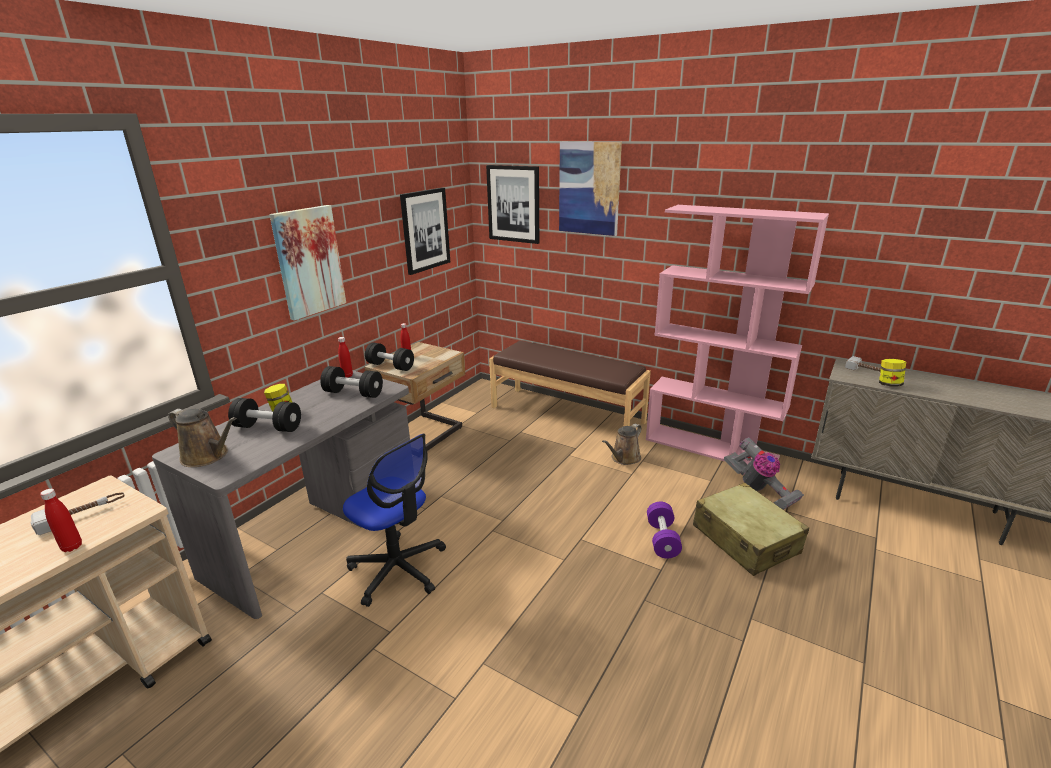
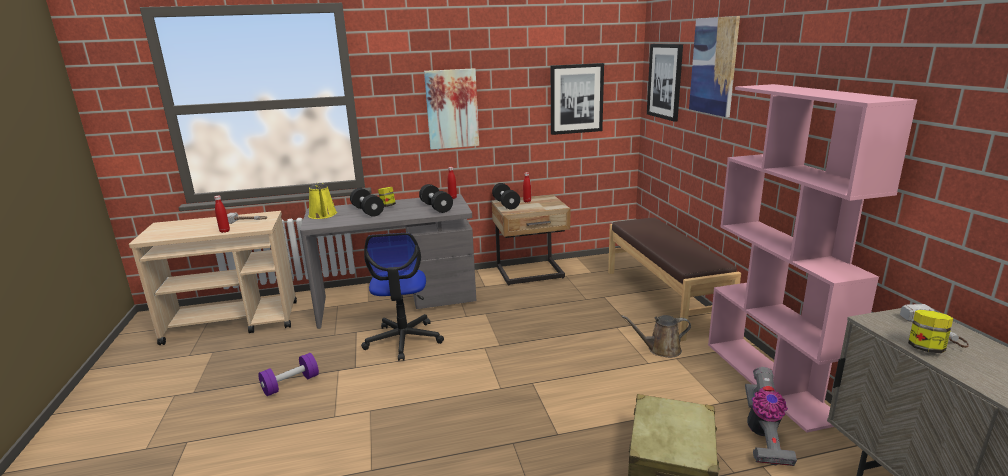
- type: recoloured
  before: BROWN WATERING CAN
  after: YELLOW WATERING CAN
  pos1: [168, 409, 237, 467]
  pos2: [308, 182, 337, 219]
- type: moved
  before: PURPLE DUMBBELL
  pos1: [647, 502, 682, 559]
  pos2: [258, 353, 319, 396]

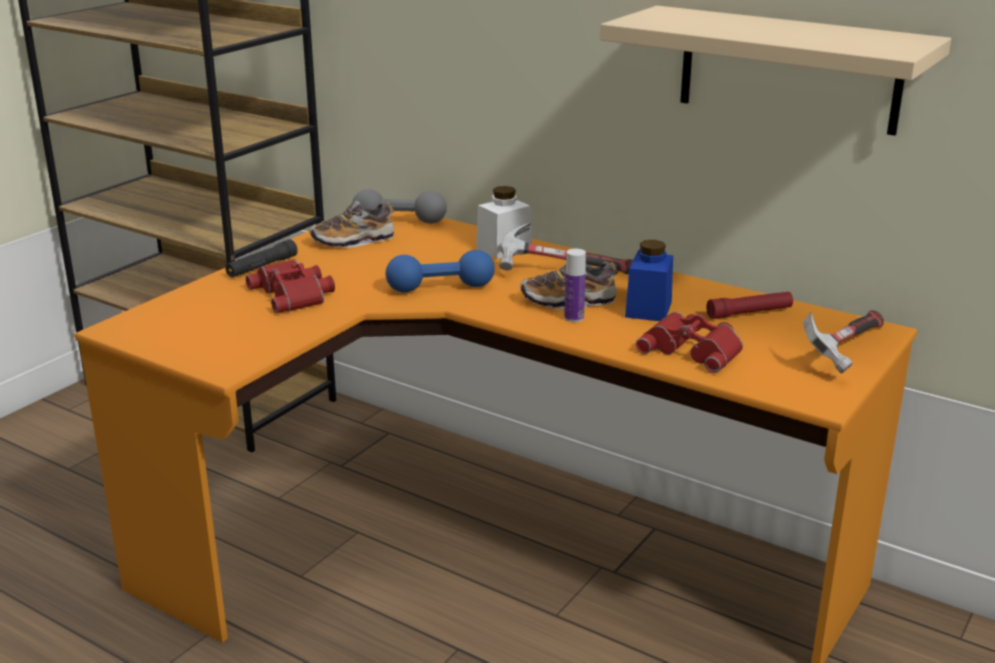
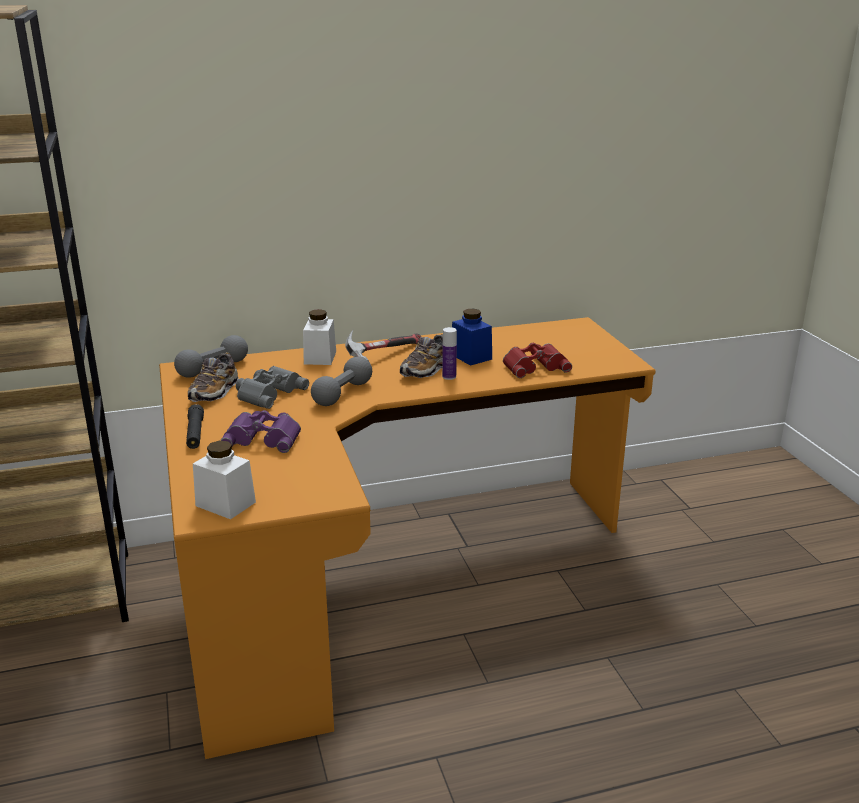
- type: removed
  before: BEIGE SHELF
  pos1: [600, 6, 951, 135]
- type: recoloured
  before: BLUE DUMBBELL
  after: GREY DUMBBELL
  pos1: [386, 250, 495, 292]
  pos2: [311, 356, 372, 406]
- type: recoloured
  before: RED BINOCULARS
  after: PURPLE BINOCULARS
  pos1: [246, 259, 335, 313]
  pos2: [220, 410, 301, 453]
- type: removed
  before: RED FLASHLIGHT
  pos1: [707, 292, 793, 319]
- type: removed
  before: HAMMER
  pos1: [803, 310, 884, 373]
- type: added
  after: GREY BINOCULARS
  pos2: [236, 366, 309, 409]
- type: added
  after: WHITE JAR
  pos2: [193, 441, 256, 519]

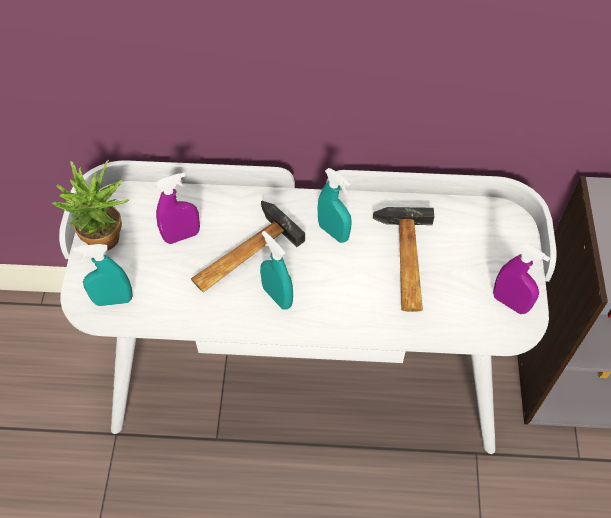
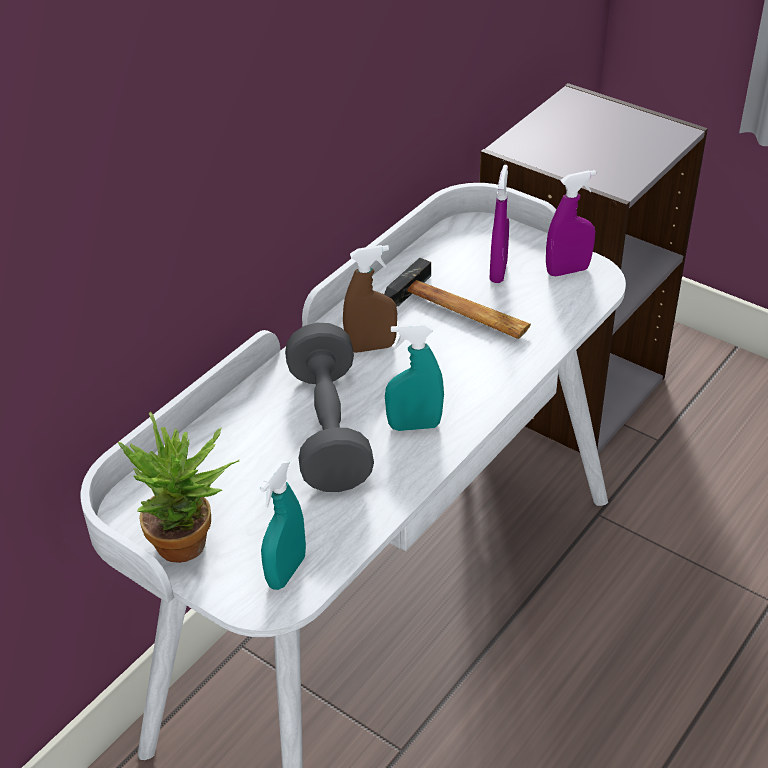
- type: recoloured
  before: TURQUOISE SPRAY BOTTLE
  after: BROWN SPRAY BOTTLE
  pos1: [318, 168, 352, 243]
  pos2: [343, 245, 397, 353]
- type: moved
  before: PURPLE SPRAY BOTTLE
  pos1: [155, 172, 200, 244]
  pos2: [490, 165, 509, 283]
- type: replaced
  before: HAMMER
  after: GREY DUMBBELL
  pos1: [191, 201, 305, 292]
  pos2: [285, 323, 374, 492]

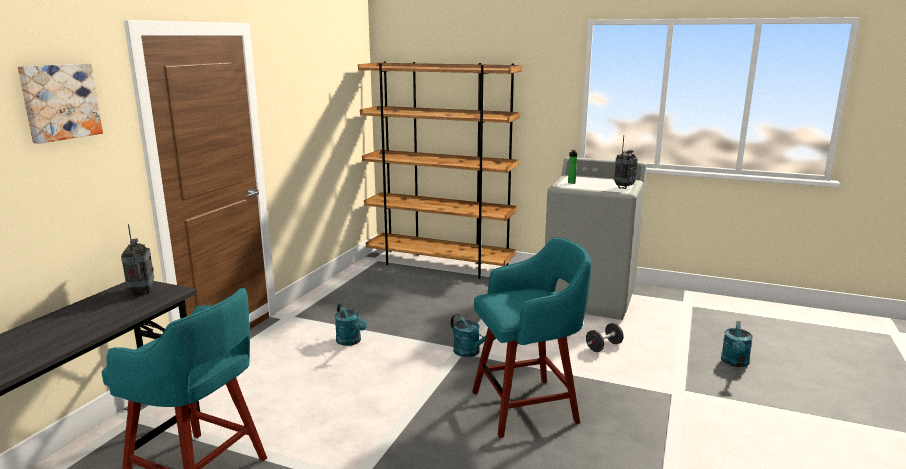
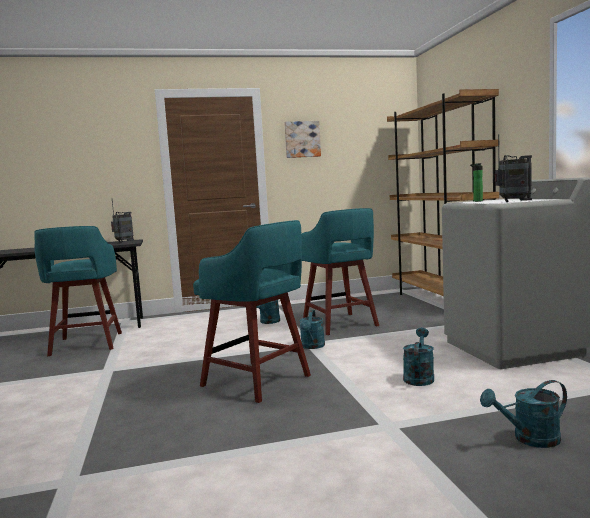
- type: moved
  before: PICTURE
  pos1: [18, 63, 103, 144]
  pos2: [284, 121, 321, 158]
- type: replaced
  before: BLACK DUMBBELL
  after: TURQUOISE WATERING CAN
  pos1: [586, 323, 624, 352]
  pos2: [403, 328, 434, 386]
- type: added
  after: TURQUOISE STOOL
  pos2: [301, 208, 379, 335]

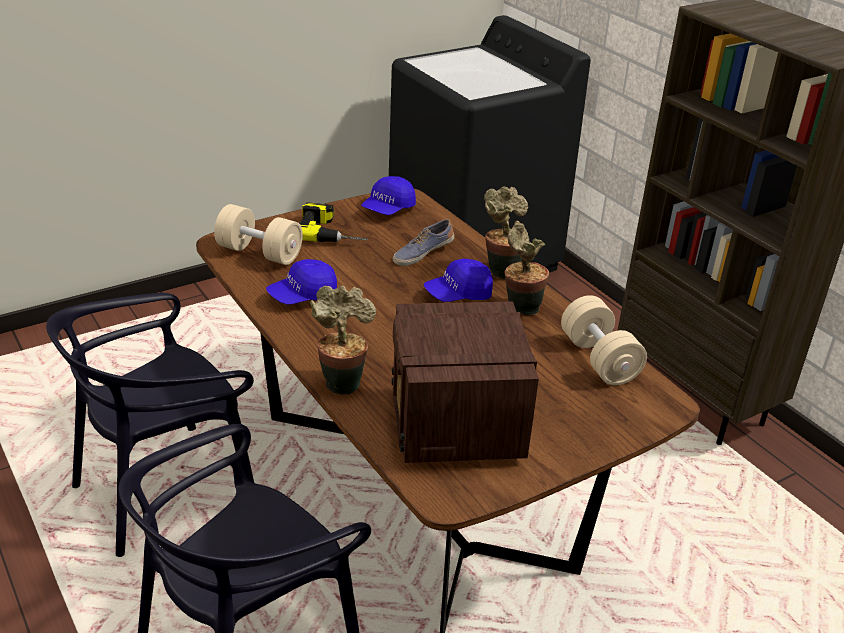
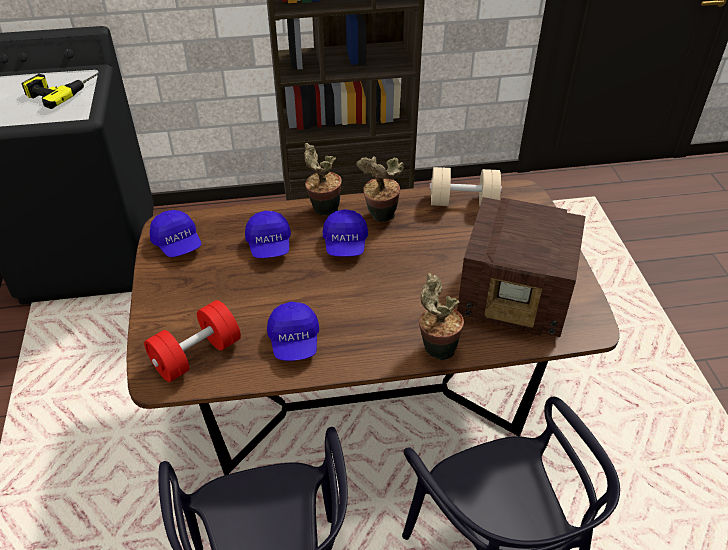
- type: moved
  before: POWER DRILL
  pos1: [299, 203, 368, 242]
  pos2: [21, 73, 99, 109]
- type: recoloured
  before: BEIGE DUMBBELL
  after: RED DUMBBELL
  pos1: [214, 204, 303, 265]
  pos2: [144, 300, 241, 382]
- type: replaced
  before: SHOE
  after: BLUE CAP
  pos1: [393, 219, 454, 266]
  pos2: [245, 211, 291, 258]

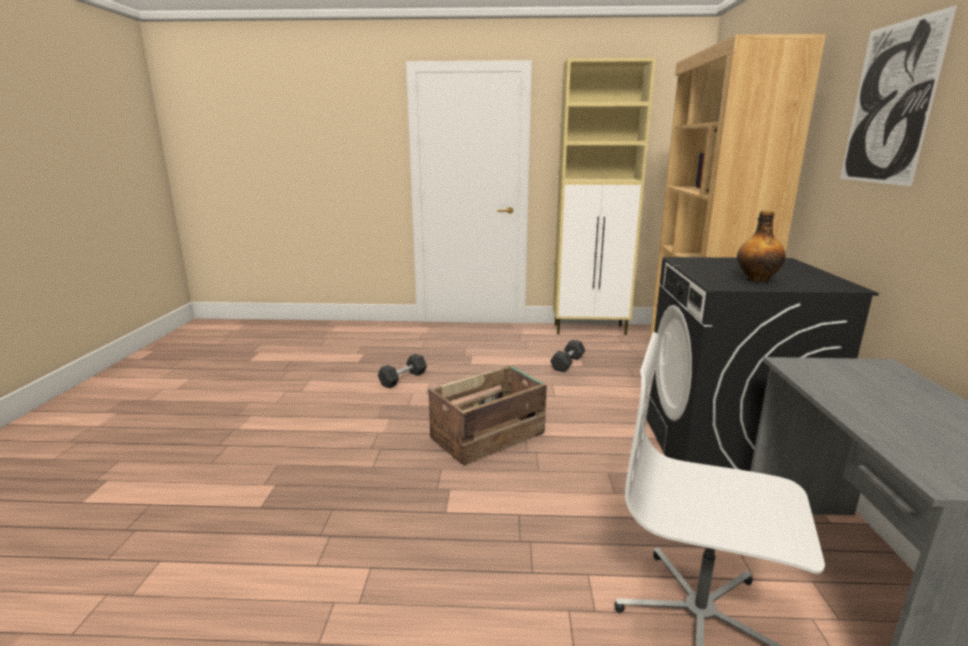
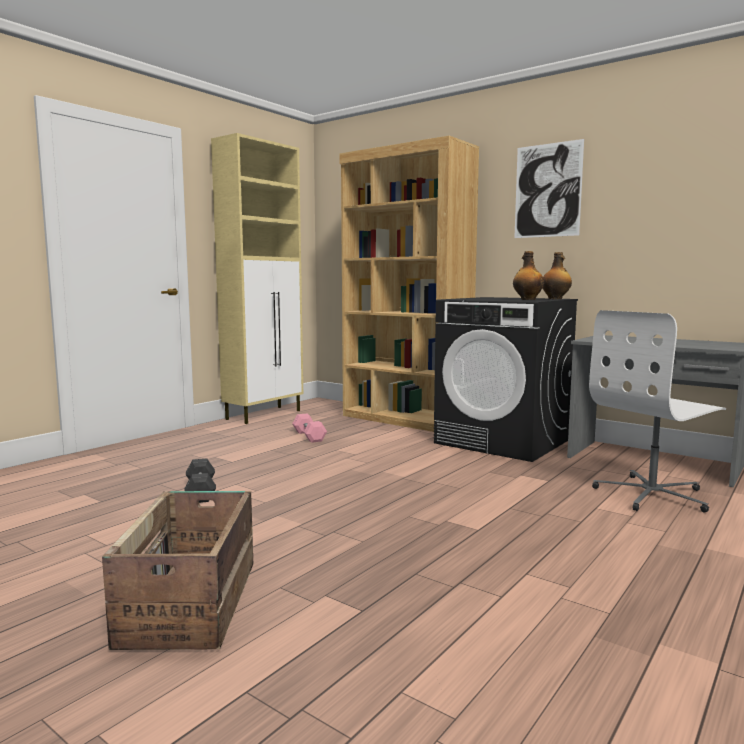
- type: recoloured
  before: GREY DUMBBELL
  after: PINK DUMBBELL
  pos1: [550, 340, 586, 372]
  pos2: [292, 413, 327, 443]
- type: moved
  before: CRATE
  pos1: [428, 365, 547, 466]
  pos2: [102, 491, 253, 650]
- type: added
  after: BOTTLE
  pos2: [543, 252, 572, 299]

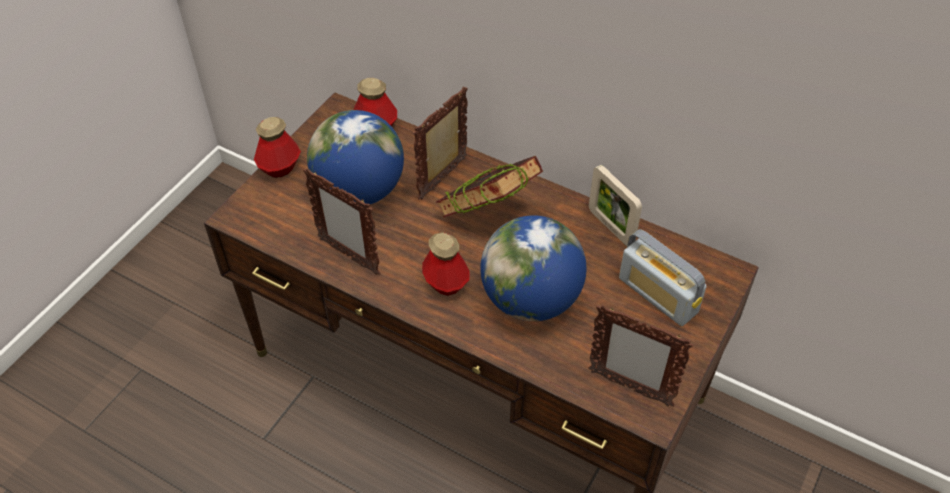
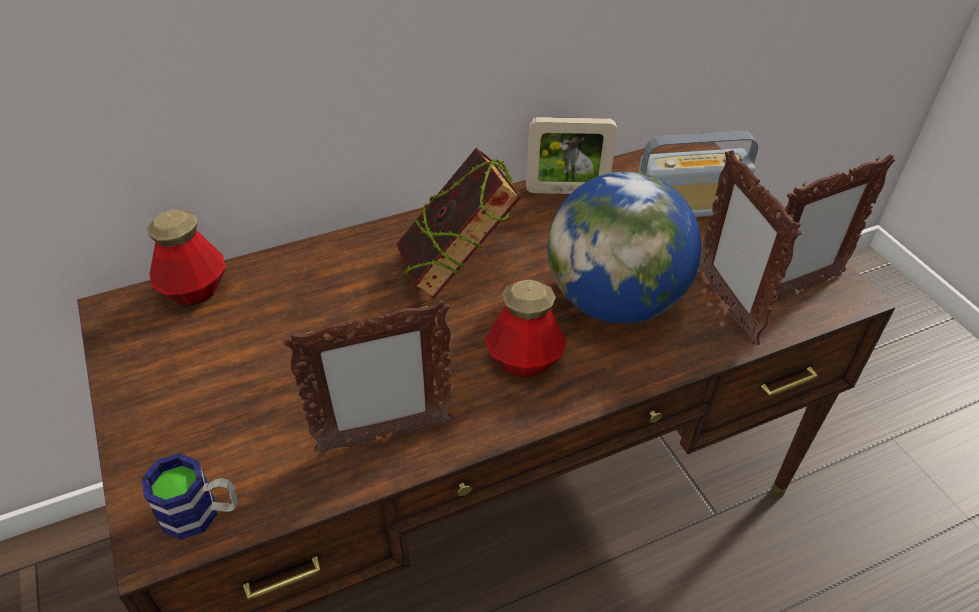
- type: moved
  before: PICTURE FRAME
  pos1: [413, 87, 468, 200]
  pos2: [699, 150, 802, 345]
- type: removed
  before: GLOBE
  pos1: [307, 110, 404, 205]
- type: removed
  before: BOTTLE
  pos1: [254, 117, 301, 178]
- type: added
  after: MUG
  pos2: [141, 453, 238, 540]

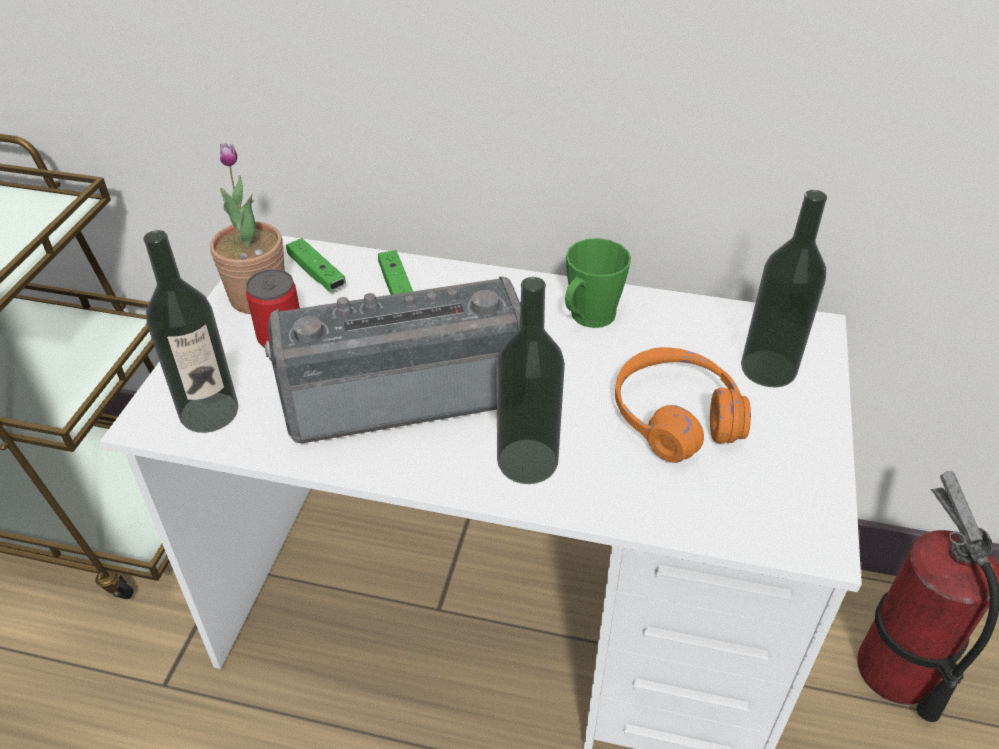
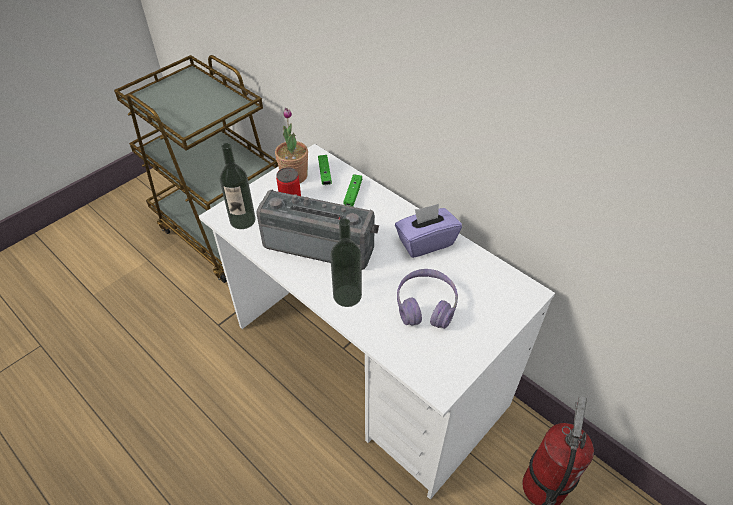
- type: removed
  before: BOTTLE
  pos1: [741, 190, 827, 387]
- type: replaced
  before: GREEN MUG
  after: PURPLE TISSUE BOX
  pos1: [565, 238, 631, 328]
  pos2: [395, 204, 462, 258]
- type: recoloured
  before: ORANGE HEADPHONES
  after: PURPLE HEADPHONES
  pos1: [615, 347, 751, 463]
  pos2: [397, 269, 458, 329]

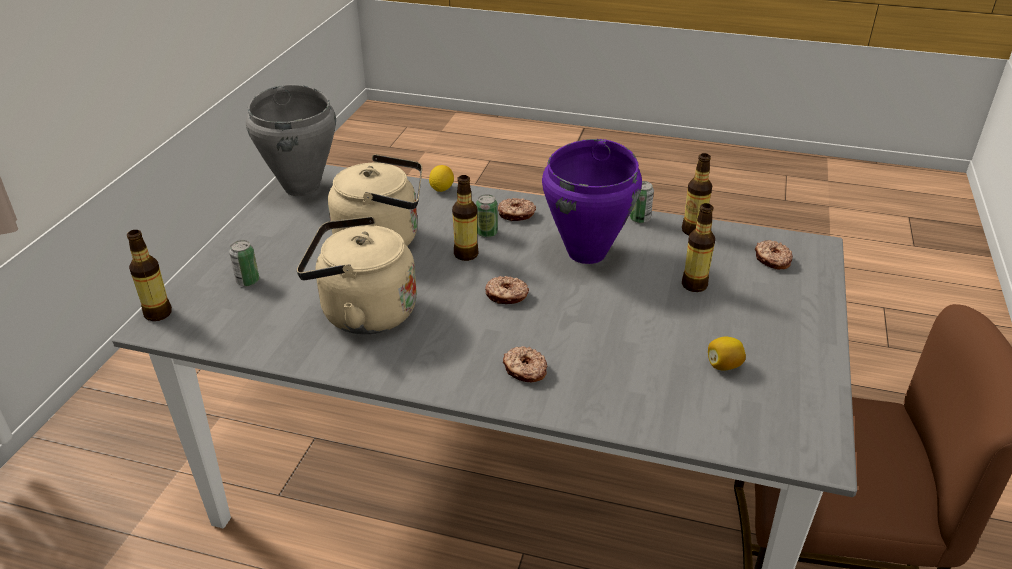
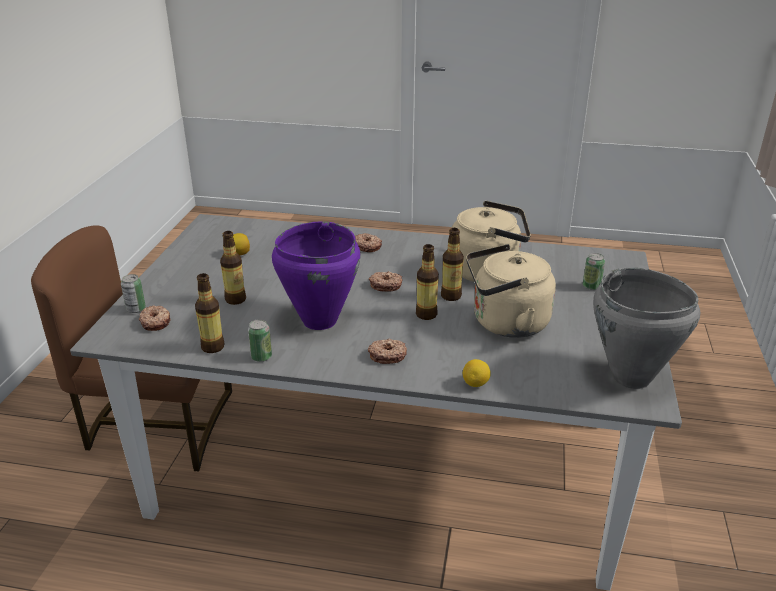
- type: moved
  before: CAN
  pos1: [476, 194, 498, 238]
  pos2: [121, 274, 146, 313]
- type: moved
  before: BOTTLE
  pos1: [127, 230, 172, 321]
  pos2: [441, 228, 464, 301]

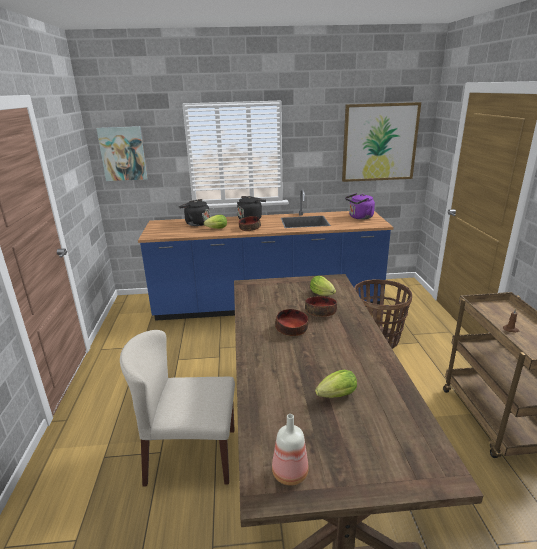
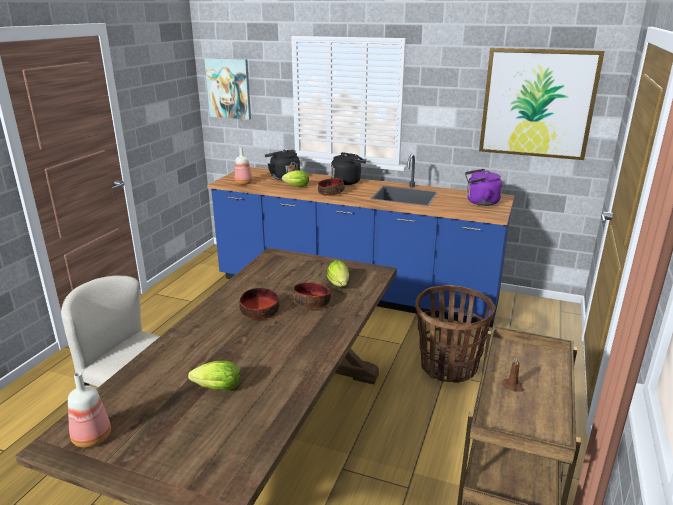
- type: added
  after: BOTTLE
  pos2: [235, 147, 253, 185]

